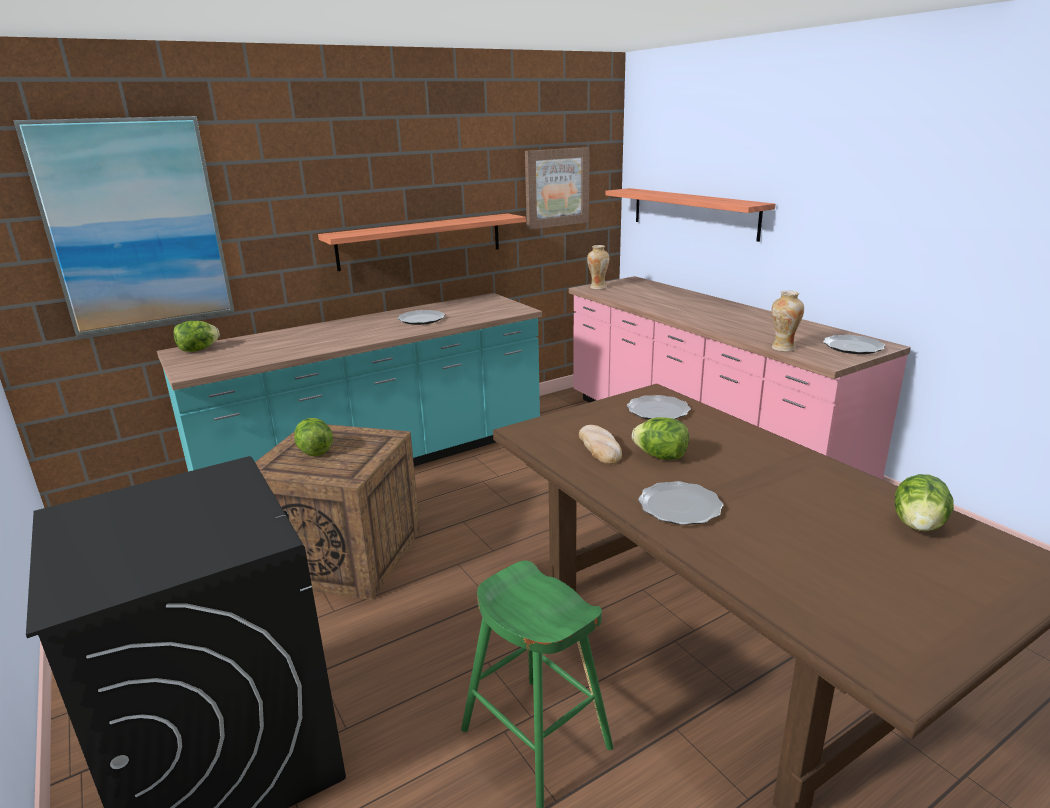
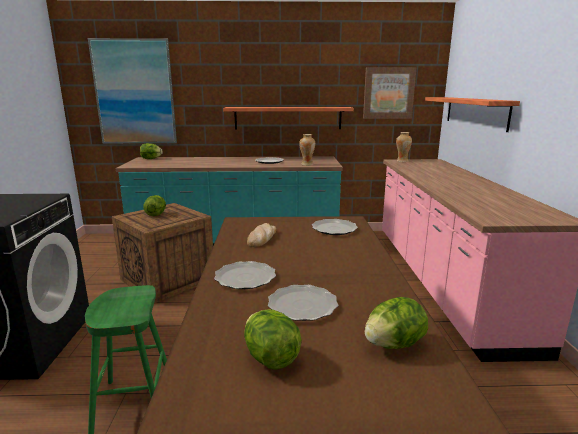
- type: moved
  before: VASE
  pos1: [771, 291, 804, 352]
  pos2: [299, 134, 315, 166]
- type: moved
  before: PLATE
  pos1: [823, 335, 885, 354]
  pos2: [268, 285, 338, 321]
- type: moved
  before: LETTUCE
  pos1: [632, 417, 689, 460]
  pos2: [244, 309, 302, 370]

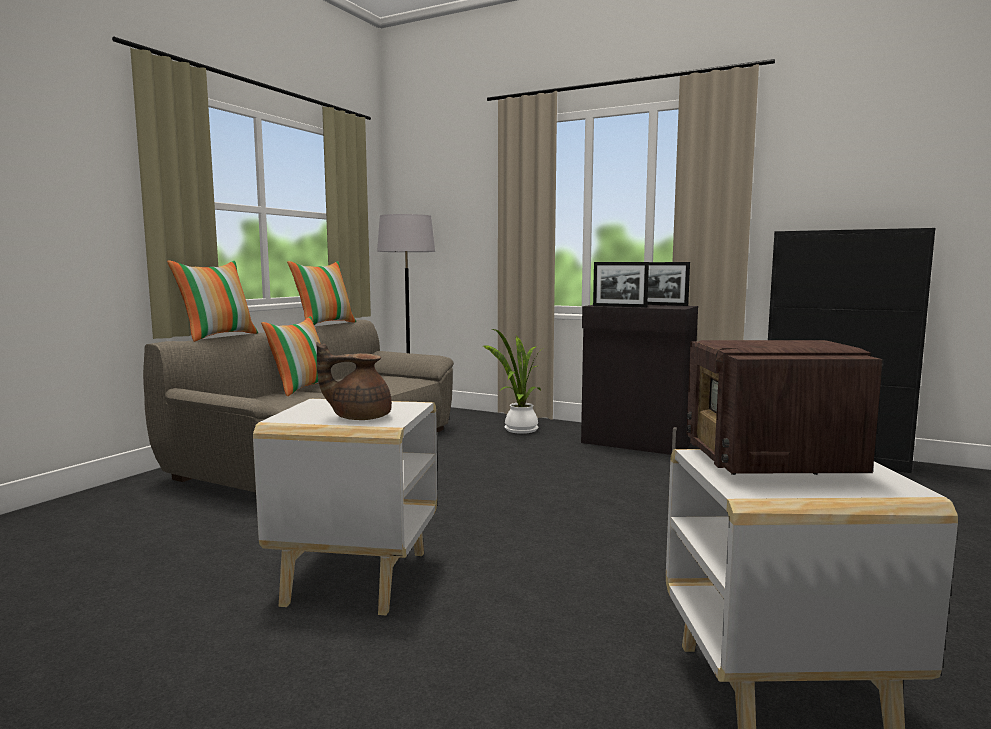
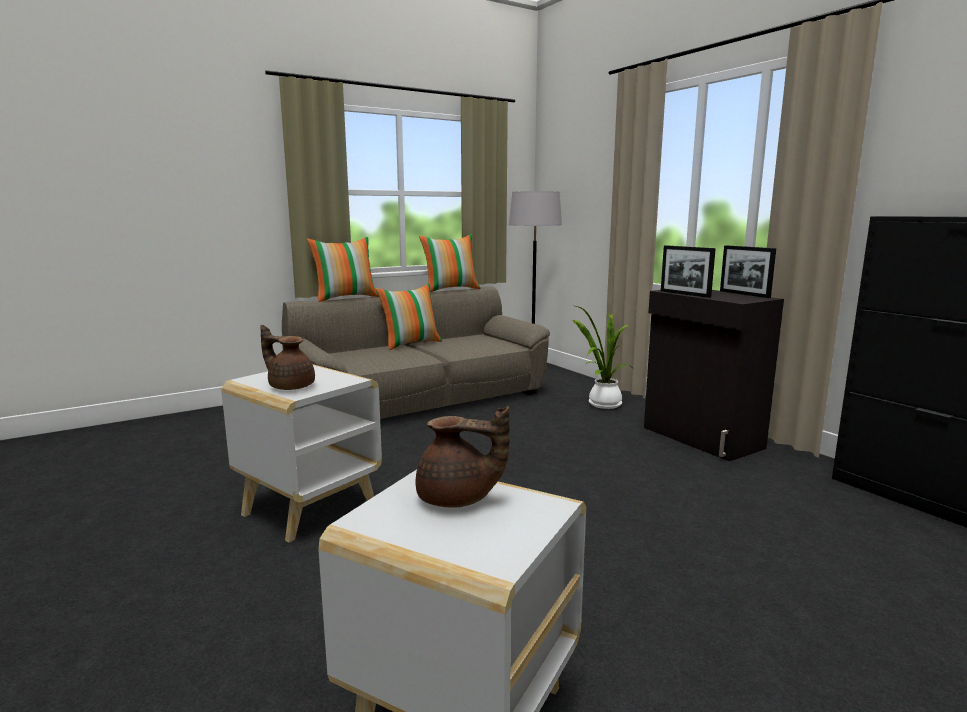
- type: replaced
  before: RADIO
  after: BROWN TEAPOT
  pos1: [686, 340, 883, 475]
  pos2: [416, 406, 510, 508]

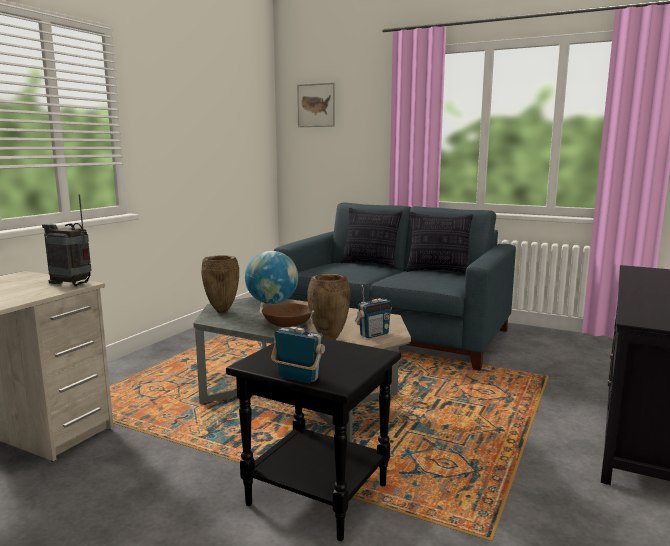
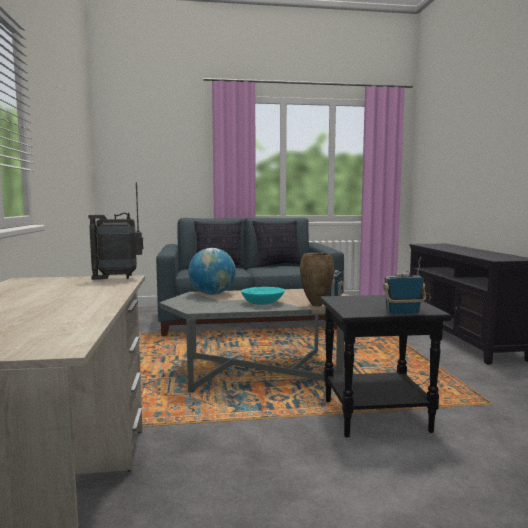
- type: removed
  before: PICTURE
  pos1: [297, 83, 335, 127]
- type: removed
  before: BROWN VASE
  pos1: [201, 255, 239, 313]
- type: recoloured
  before: BROWN BOWL
  after: TURQUOISE BOWL
  pos1: [262, 304, 311, 327]
  pos2: [241, 287, 285, 305]

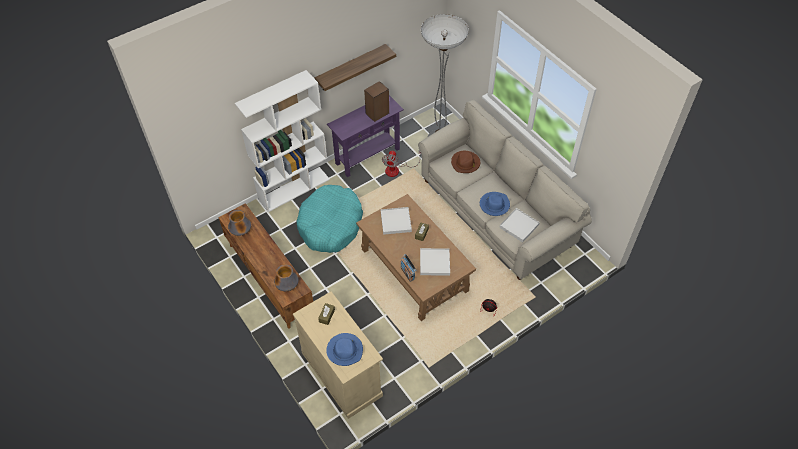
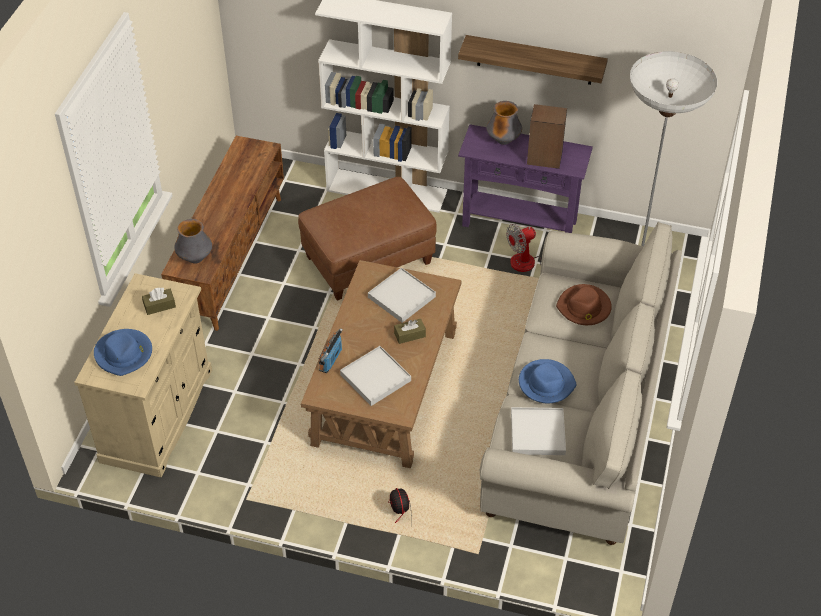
- type: replaced
  before: TURQUOISE DOG BED
  after: BROWN OTTOMAN
  pos1: [296, 185, 363, 253]
  pos2: [298, 177, 437, 301]
- type: moved
  before: VASE
  pos1: [228, 210, 251, 236]
  pos2: [487, 101, 522, 145]

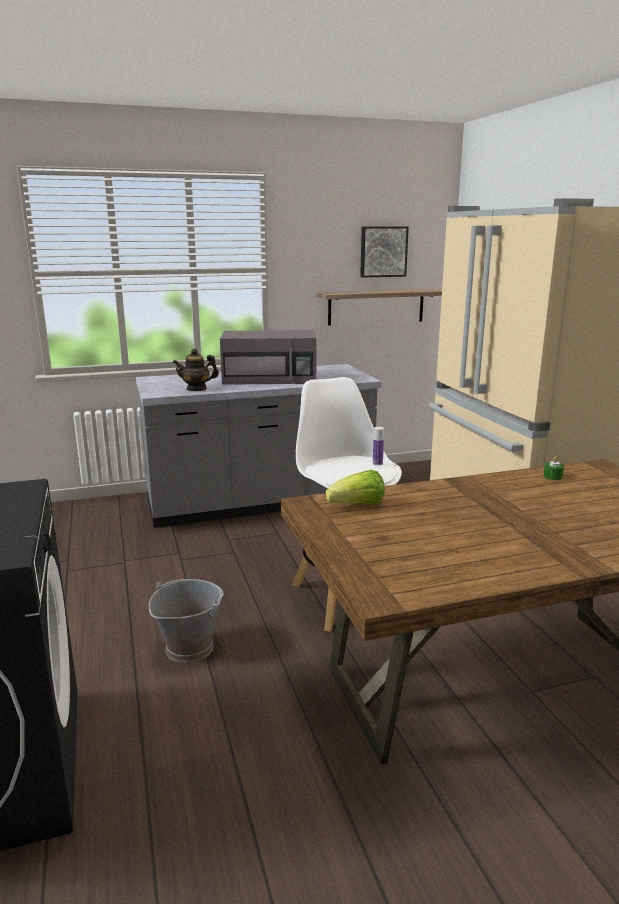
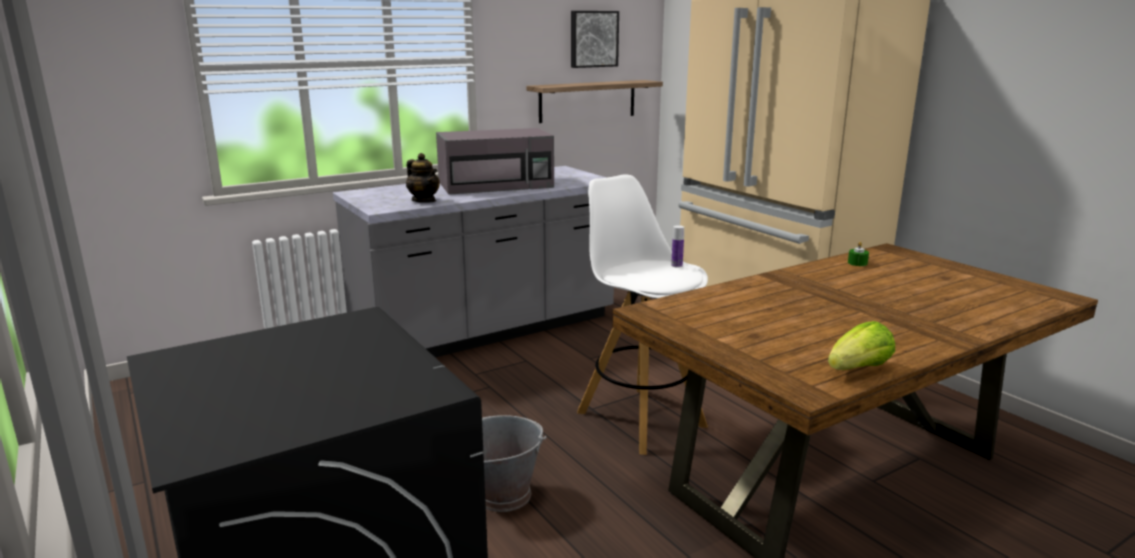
- type: turned
  before: TEAPOT
  pos1: [173, 349, 219, 391]
  pos2: [406, 153, 440, 203]
  turn: -105
- type: moved
  before: LETTUCE
  pos1: [326, 470, 385, 504]
  pos2: [828, 321, 895, 370]

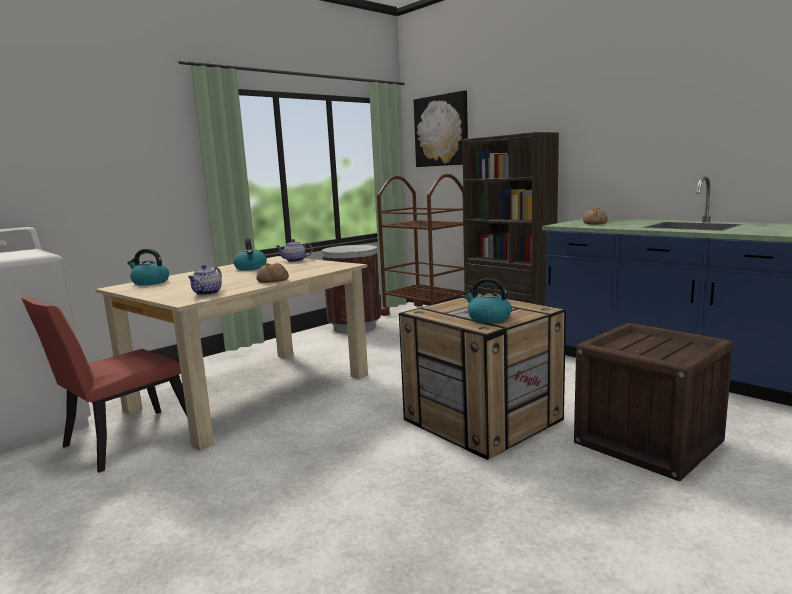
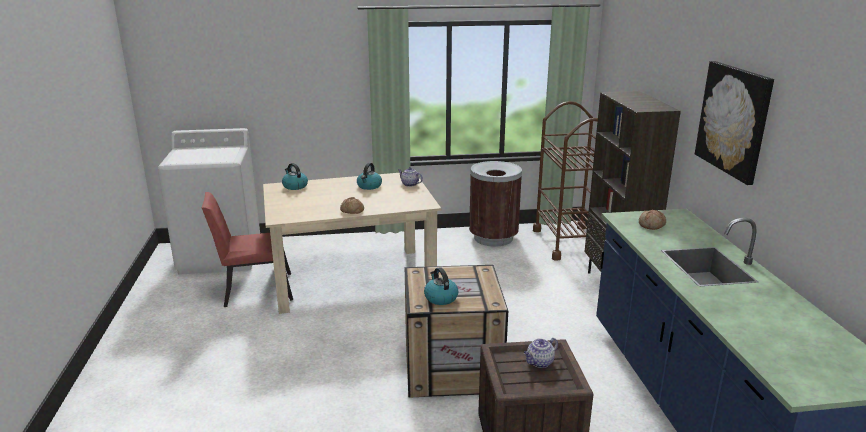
- type: moved
  before: PICTURE
  pos1: [414, 90, 468, 167]
  pos2: [695, 61, 774, 185]
- type: moved
  before: TEAPOT
  pos1: [188, 265, 222, 295]
  pos2: [524, 338, 558, 368]

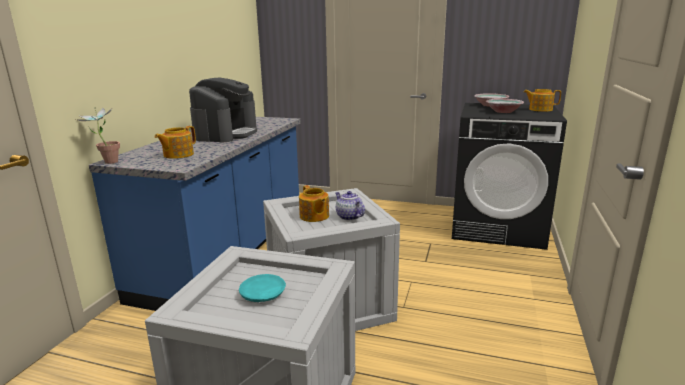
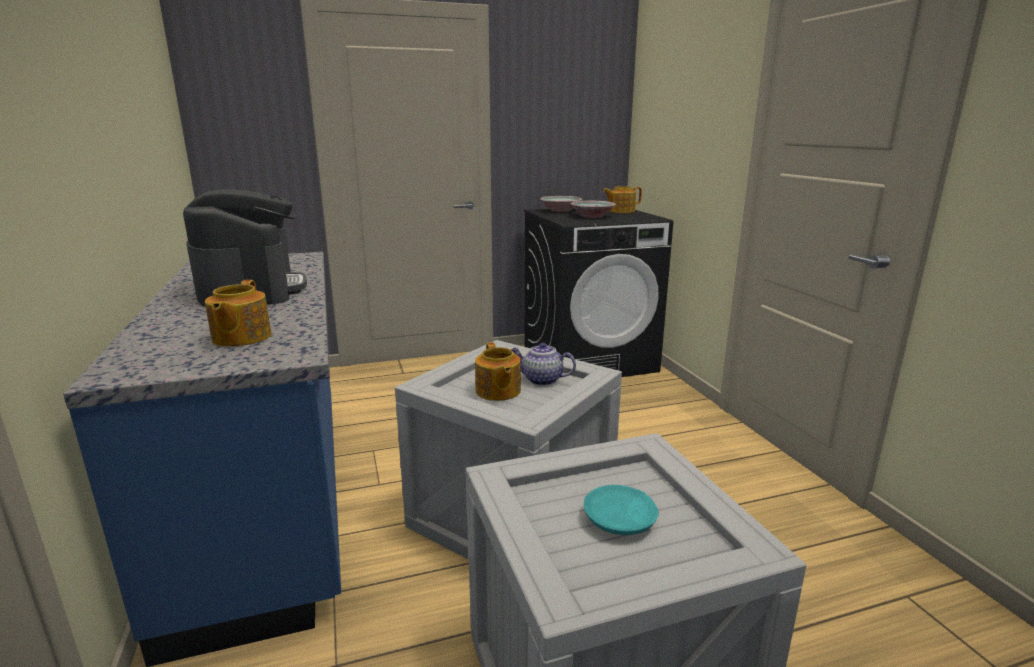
- type: removed
  before: POTTED PLANT
  pos1: [76, 107, 120, 164]
- type: turned
  before: TEAPOT
  pos1: [299, 185, 329, 222]
  pos2: [475, 342, 521, 401]
  turn: 45

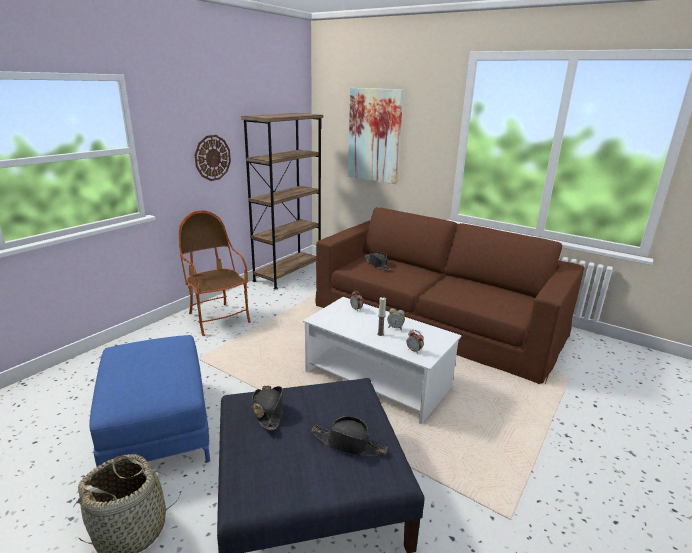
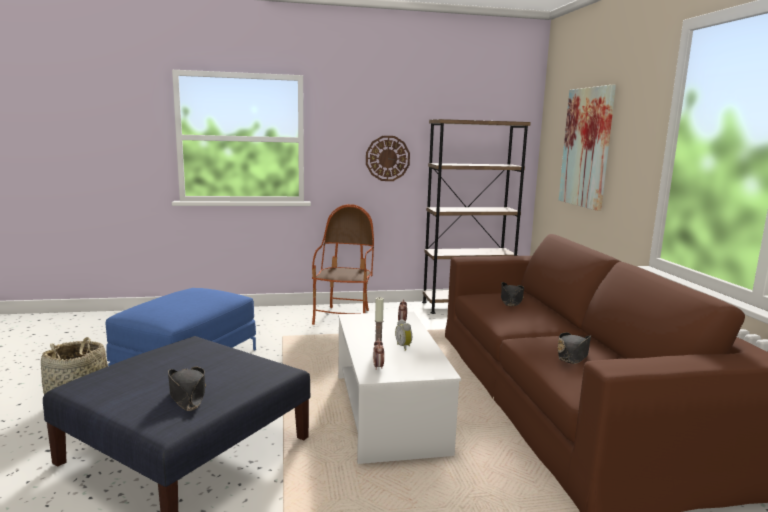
- type: moved
  before: BLACK HAT
  pos1: [252, 385, 283, 430]
  pos2: [558, 332, 591, 364]

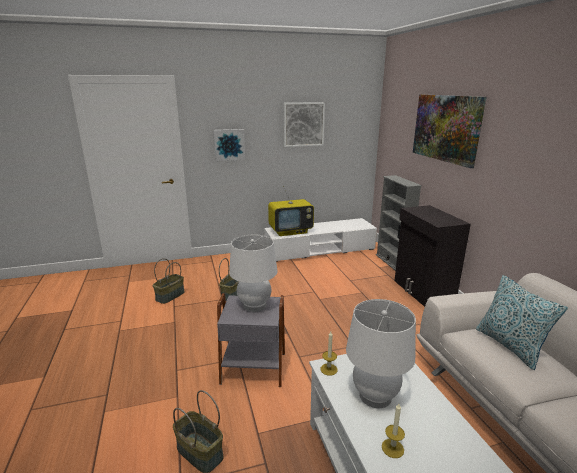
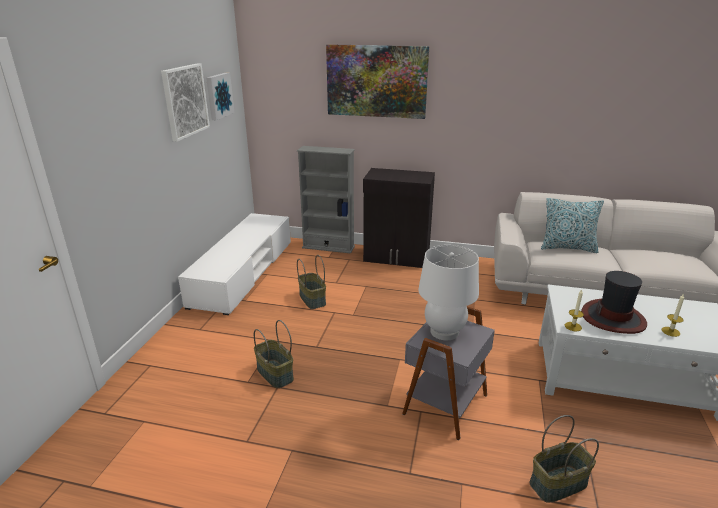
- type: moved
  before: PICTURE
  pos1: [213, 129, 245, 161]
  pos2: [206, 72, 234, 120]
- type: removed
  before: TELEVISION
  pos1: [268, 186, 314, 236]
- type: moved
  before: BASKET
  pos1: [153, 258, 185, 304]
  pos2: [297, 255, 326, 309]
- type: replaced
  before: WHITE TABLE LAMP
  after: HAT
  pos1: [346, 299, 416, 408]
  pos2: [581, 271, 647, 334]

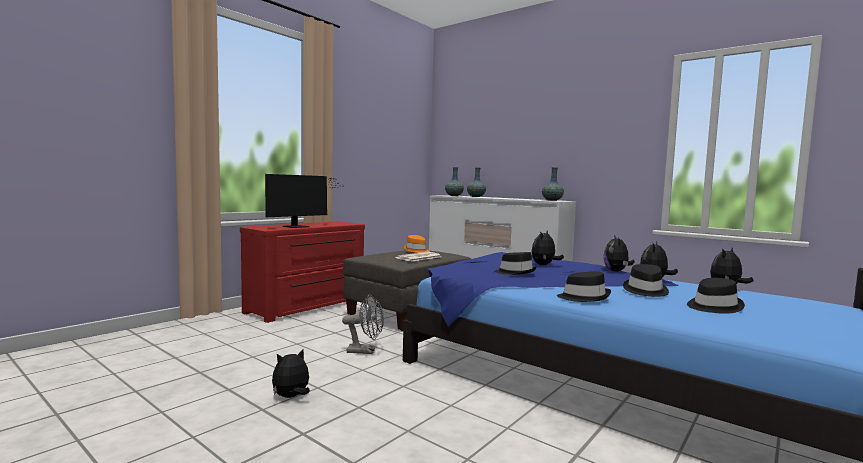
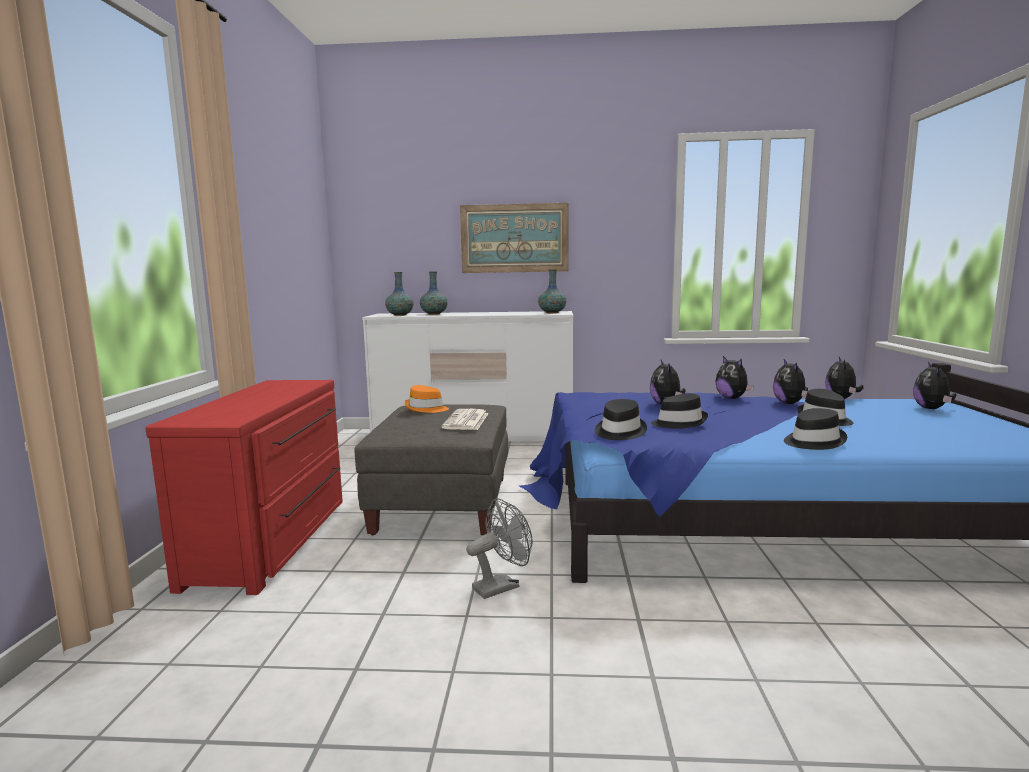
- type: removed
  before: MONITOR
  pos1: [265, 174, 344, 228]
- type: moved
  before: BLACK HAT
  pos1: [687, 278, 745, 314]
  pos2: [595, 399, 647, 440]
- type: moved
  before: PLUSH TOY
  pos1: [272, 349, 310, 398]
  pos2: [913, 362, 956, 409]
- type: added
  after: PICTURE
  pos2: [460, 203, 569, 273]

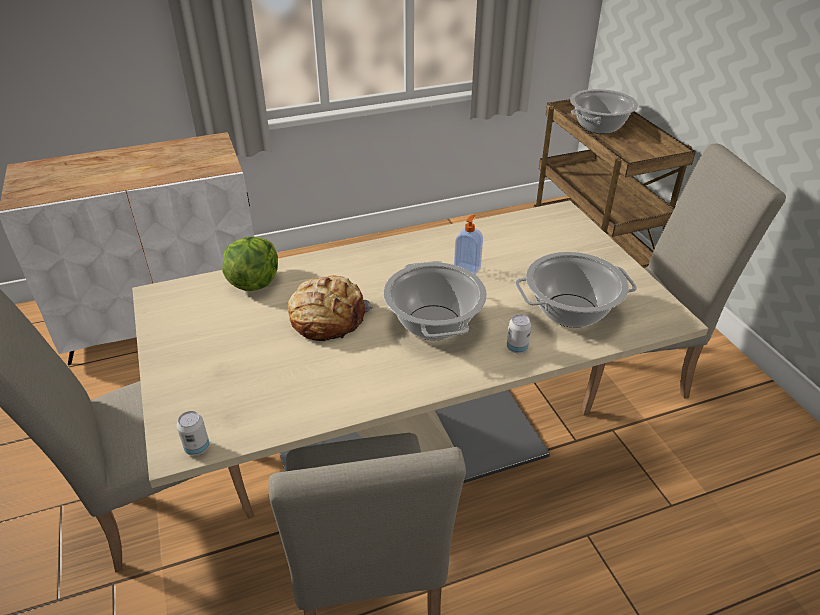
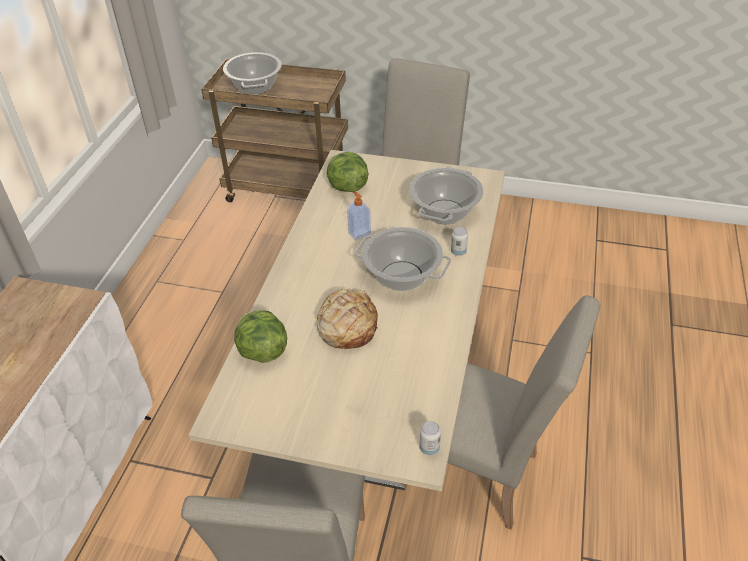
- type: added
  after: LETTUCE
  pos2: [327, 152, 368, 192]

